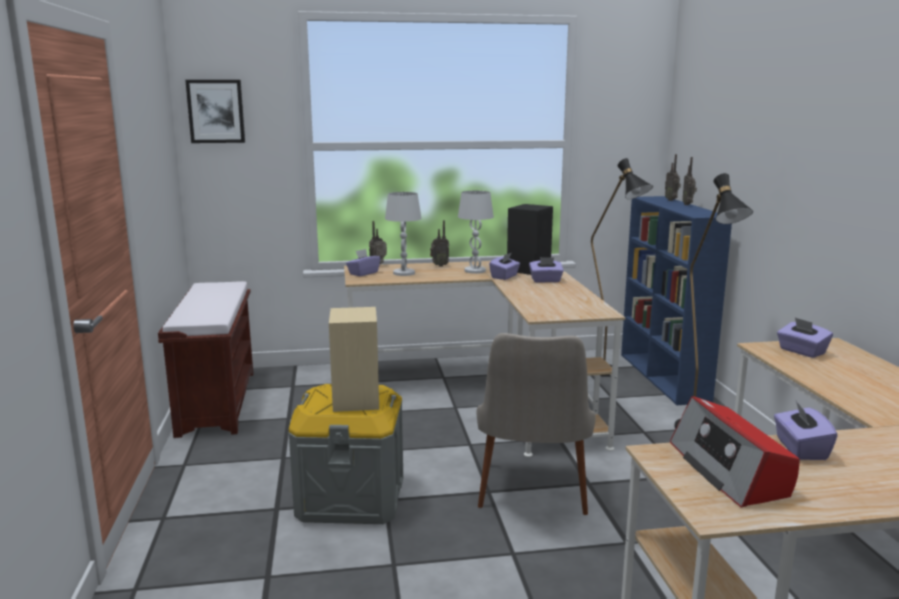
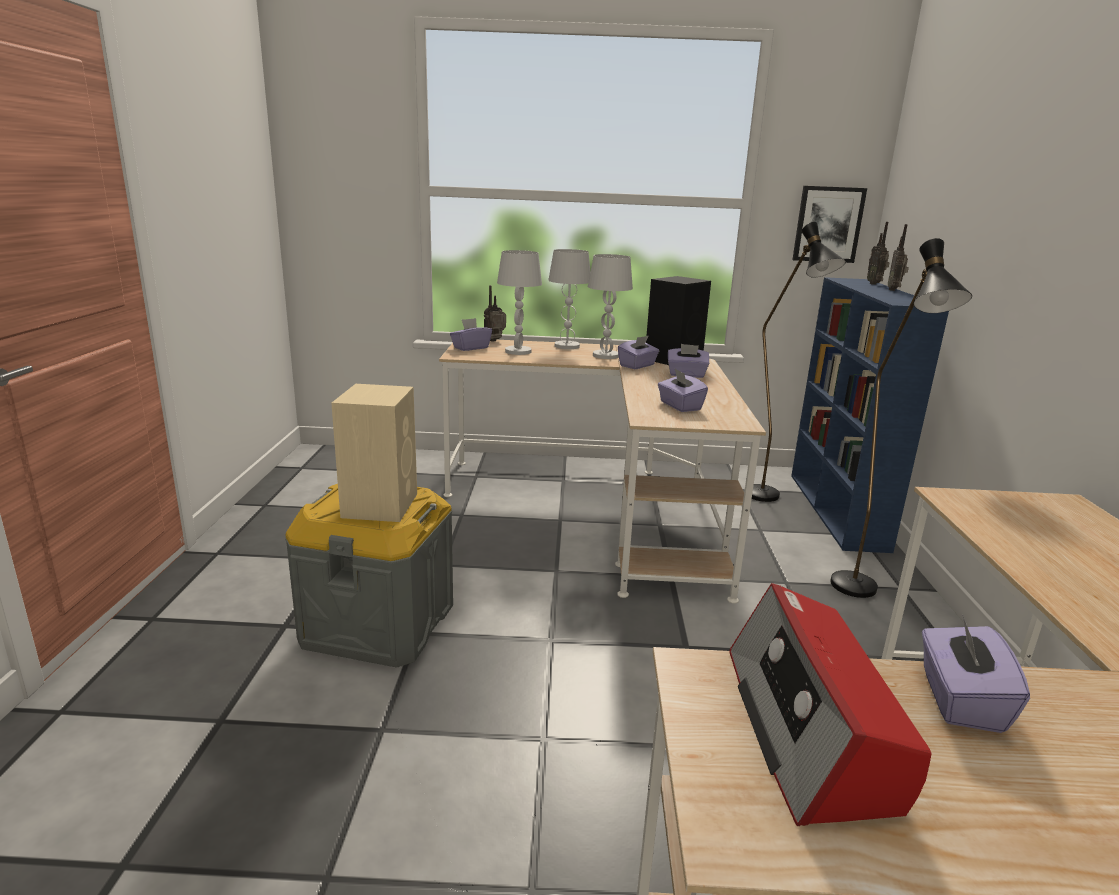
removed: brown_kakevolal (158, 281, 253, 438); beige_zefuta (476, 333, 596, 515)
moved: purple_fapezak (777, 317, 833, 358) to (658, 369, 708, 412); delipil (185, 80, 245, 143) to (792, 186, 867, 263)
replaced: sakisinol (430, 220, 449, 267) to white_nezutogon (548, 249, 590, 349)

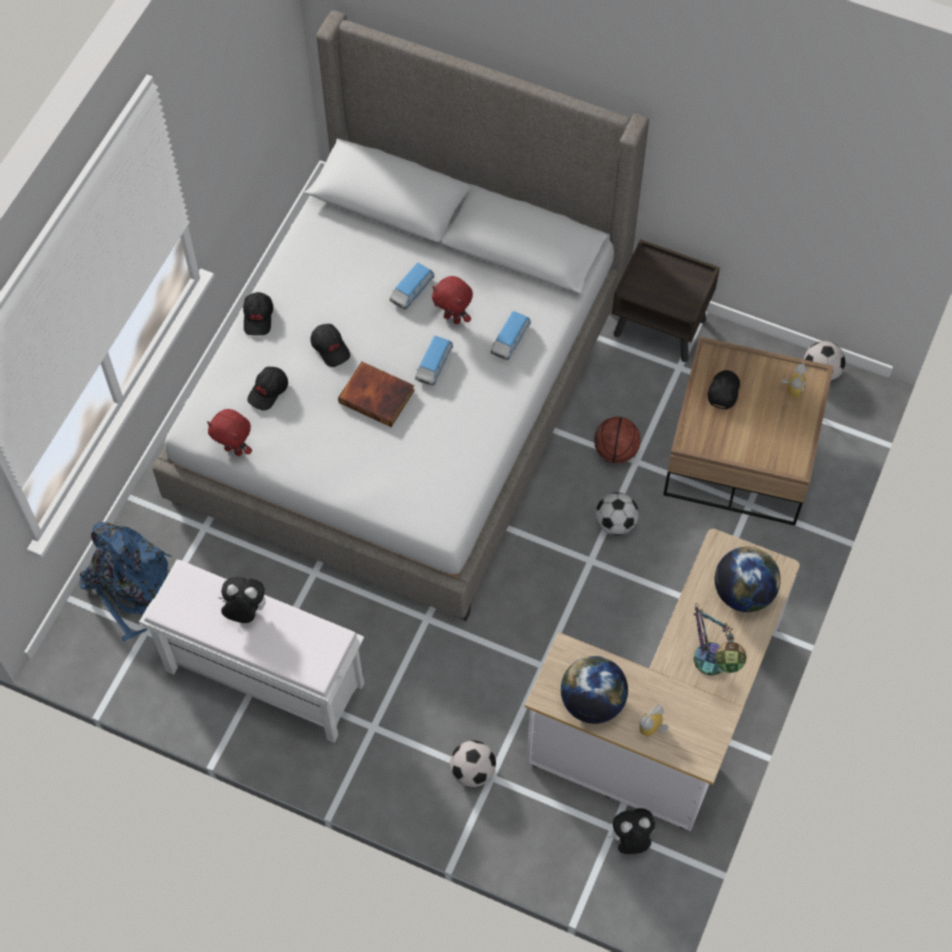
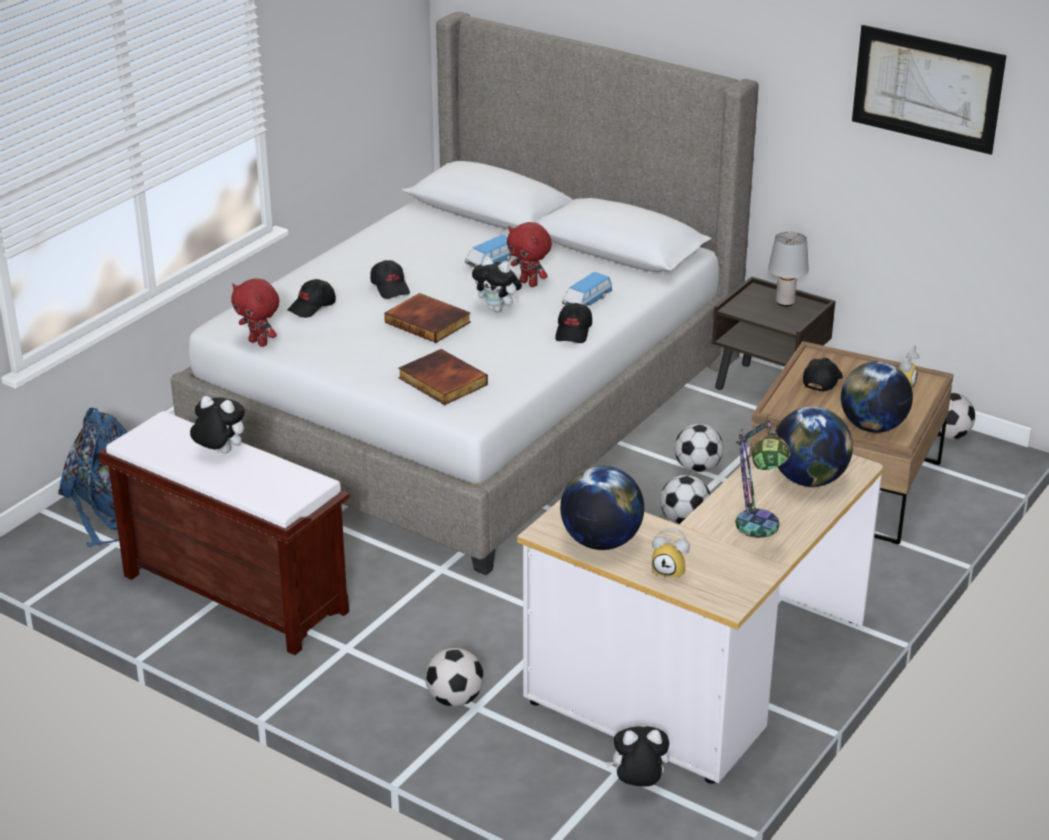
added: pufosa (398, 349, 488, 405); grey_nezutogon (768, 231, 809, 307); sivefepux (841, 361, 913, 433); delipil (852, 25, 1006, 155)
moved: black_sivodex (243, 292, 273, 336) to (555, 303, 592, 343)
replaced: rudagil (415, 336, 453, 385) to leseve (472, 257, 522, 312); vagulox (594, 417, 641, 463) to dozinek (675, 424, 723, 472)
recoloured: white_kakevolal (139, 559, 364, 743) to brown_kakevolal (98, 411, 350, 655)
turned: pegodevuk (639, 704, 669, 738) = (652, 528, 690, 579) 120 degrees counterclockwise

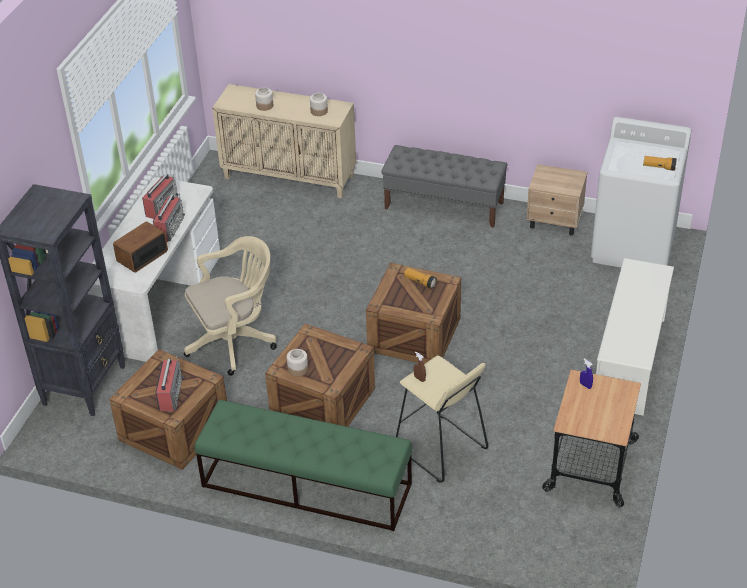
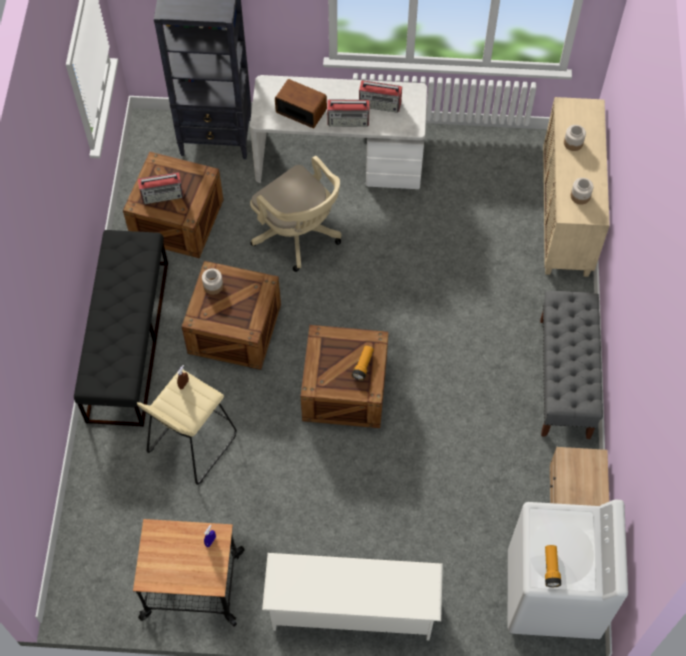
recoloured: green_kakevolal (195, 400, 413, 531) to black_kakevolal (74, 230, 168, 427)

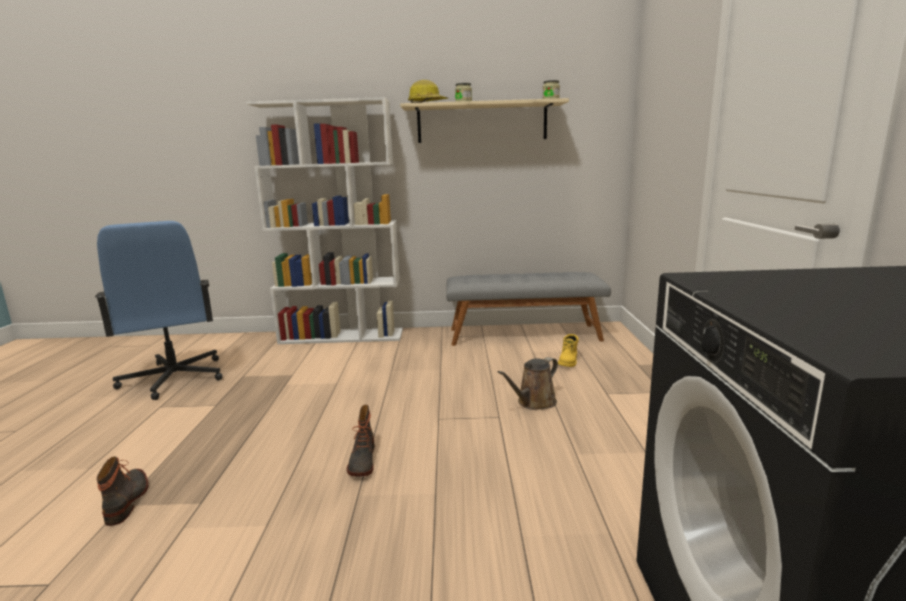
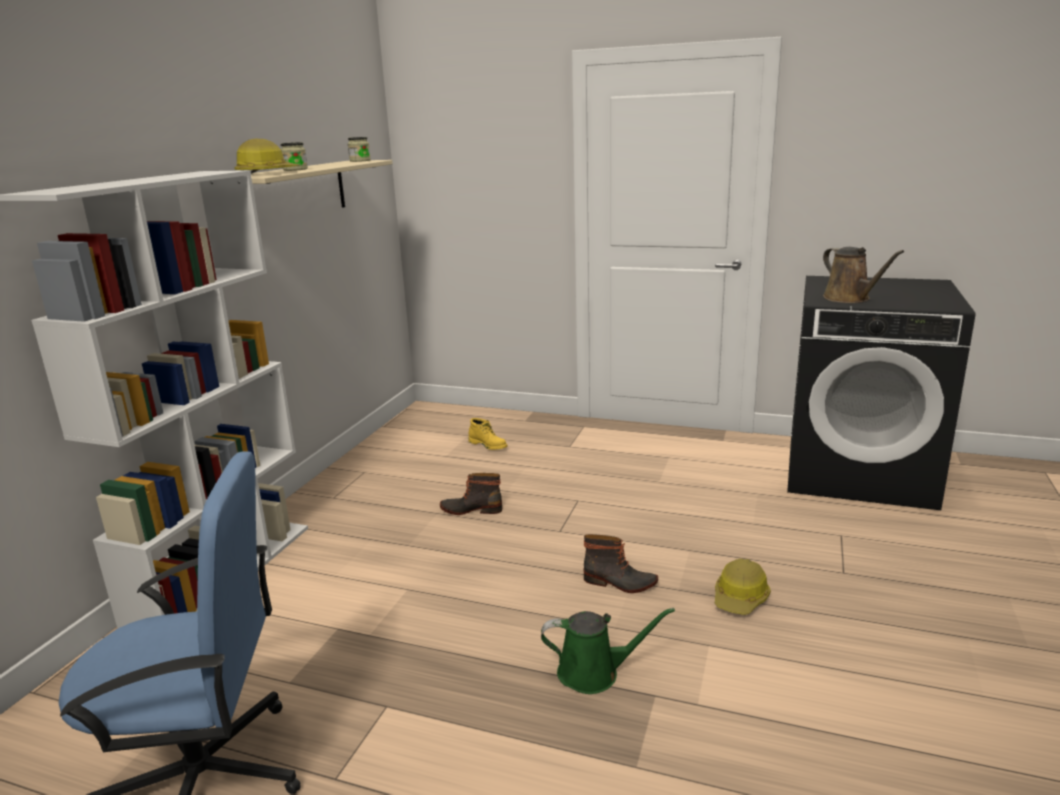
removed: grey_kakevolal (446, 272, 611, 346)
added: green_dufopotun (541, 608, 675, 694); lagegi (715, 558, 771, 615)
moved: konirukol (97, 456, 149, 526) to (440, 473, 502, 515); brown_dufopotun (498, 357, 558, 410) to (823, 247, 904, 303)

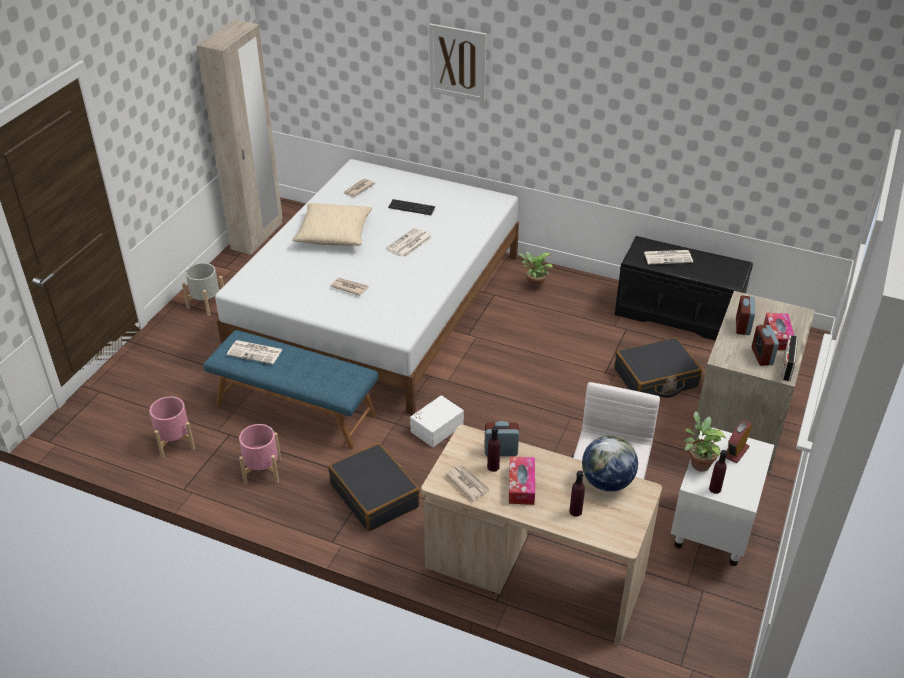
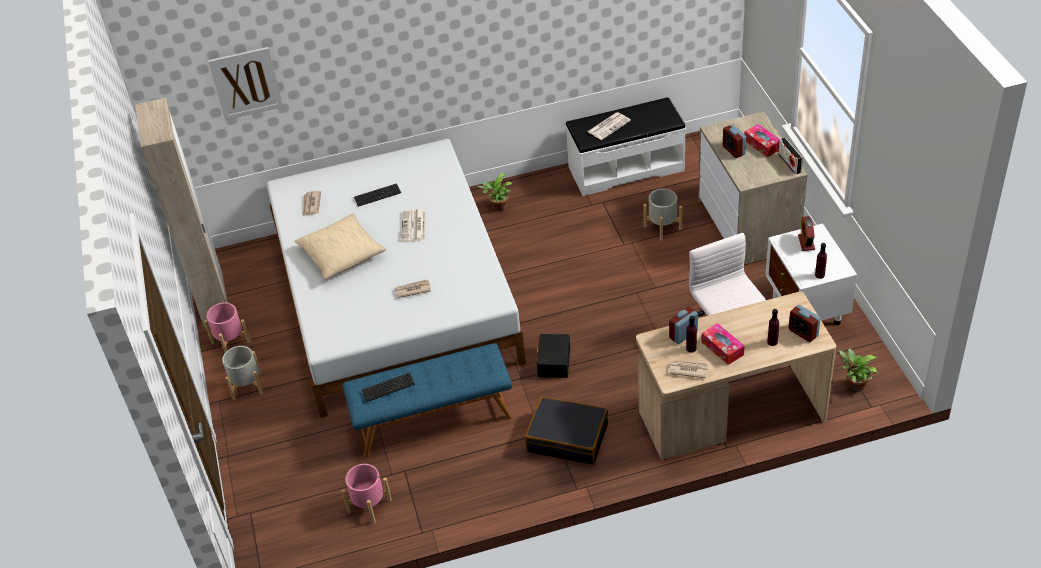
removed: sivefepux (582, 435, 638, 492)
moved: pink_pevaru (239, 424, 281, 485) to (204, 302, 251, 352); delipil (429, 24, 487, 102) to (208, 47, 283, 120); pegodevuk (752, 325, 779, 366) to (789, 305, 821, 342); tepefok (684, 411, 726, 472) to (838, 349, 878, 392)
replaced: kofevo (227, 340, 283, 364) to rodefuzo (362, 372, 415, 402); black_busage (615, 337, 702, 398) to grey_pevaru (643, 189, 682, 241)
recoloured: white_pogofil (410, 395, 464, 447) to black_pogofil (536, 334, 570, 378); black_kakevolal (615, 236, 753, 341) to white_kakevolal (565, 97, 686, 196)

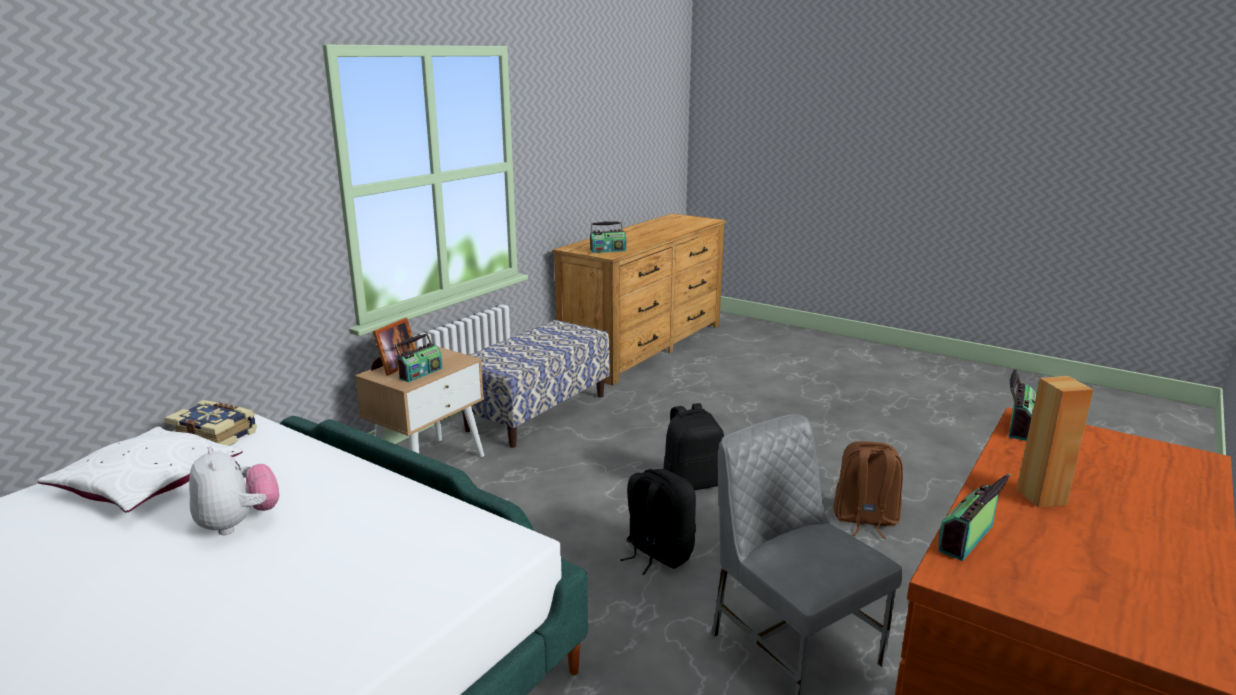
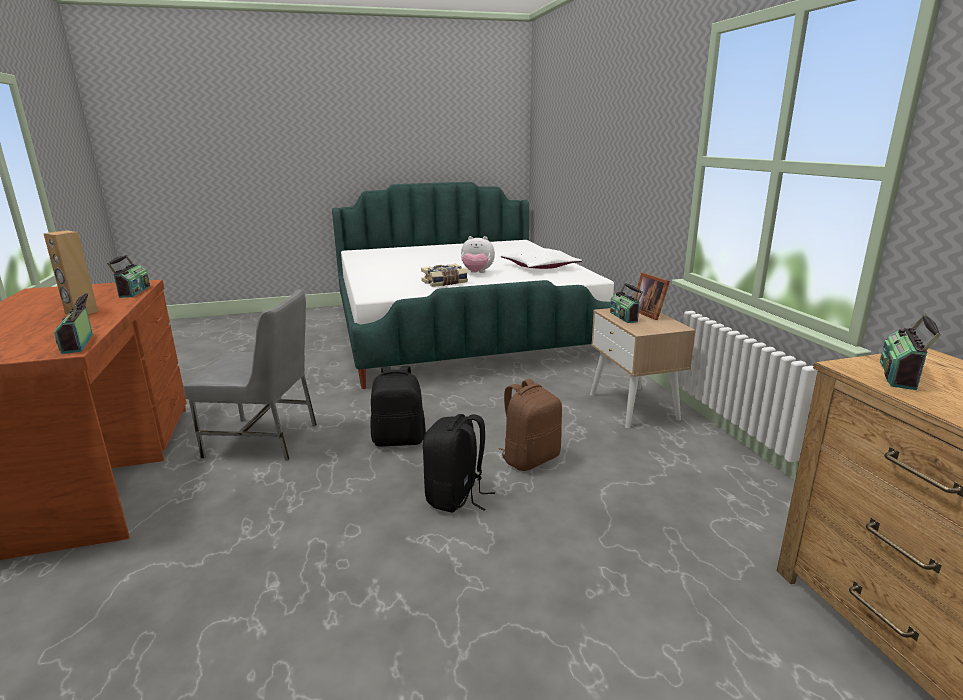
removed: kakevolal (461, 320, 610, 448)
moved: pufosa (164, 400, 257, 446) to (421, 264, 468, 287); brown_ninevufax (833, 441, 903, 539) to (499, 379, 562, 471)

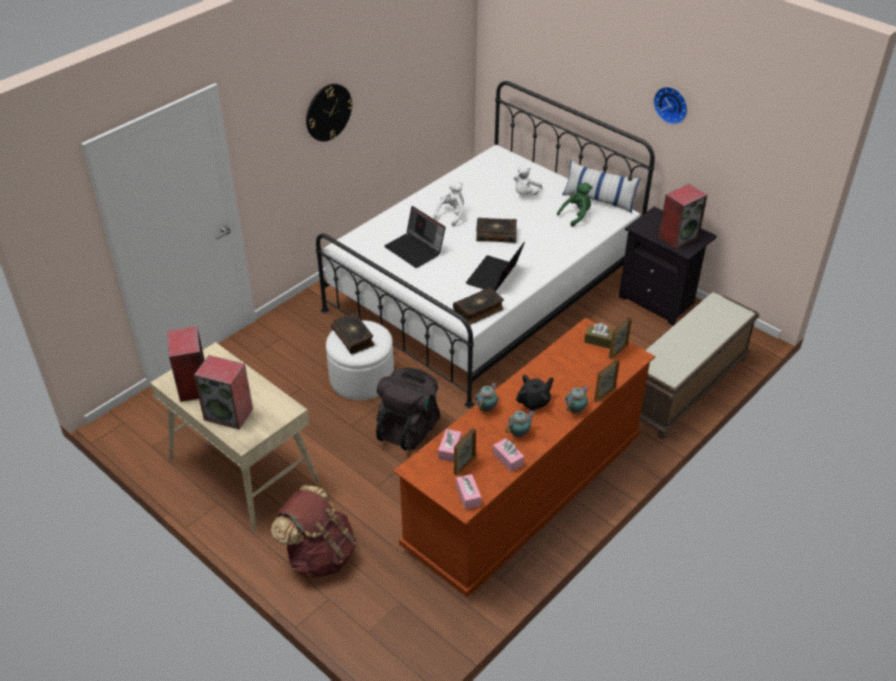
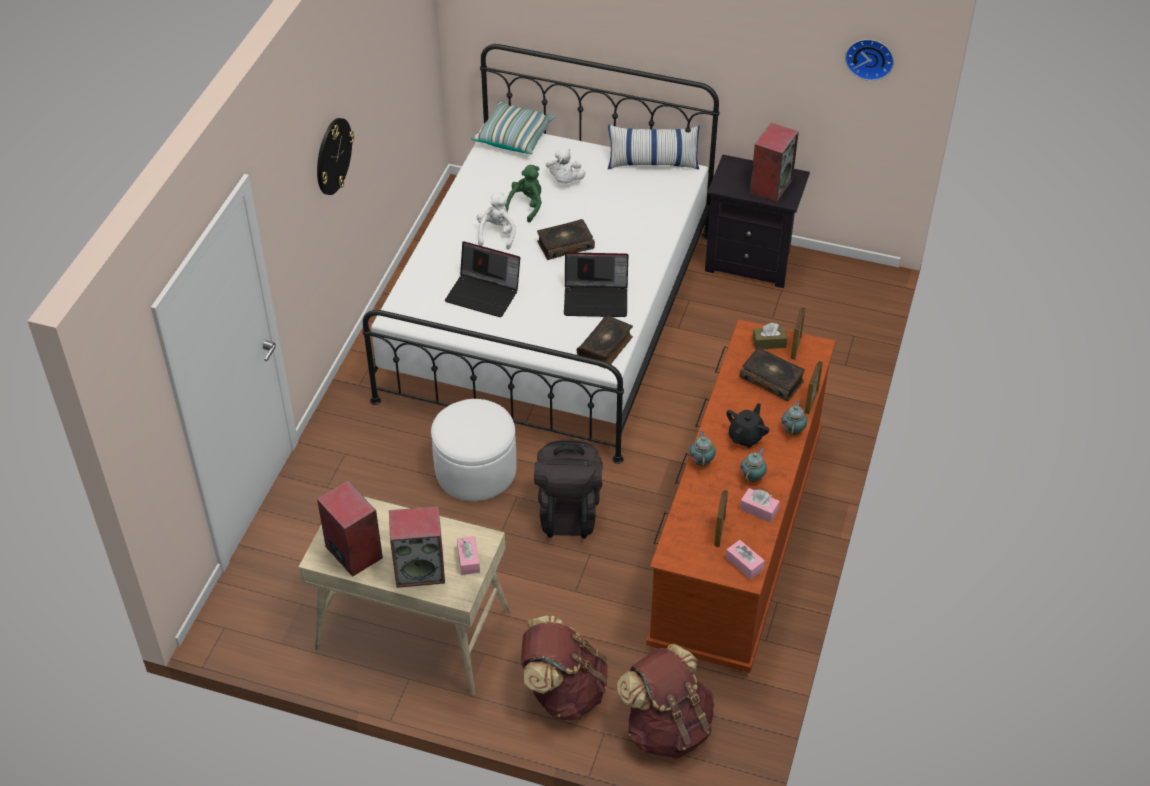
removed: brown_kakevolal (640, 292, 760, 439)
added: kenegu (471, 101, 556, 154); brown_ninevufax (617, 643, 714, 759)
moved: pink_fapezak (438, 429, 462, 462) to (457, 536, 480, 575); green_leseve (557, 182, 593, 227) to (505, 165, 542, 223); pufosa (331, 312, 375, 355) to (740, 348, 805, 401); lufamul (653, 87, 688, 125) to (845, 39, 894, 81)
turned: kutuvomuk (466, 242, 525, 292) = (564, 252, 628, 317) 90 degrees counterclockwise

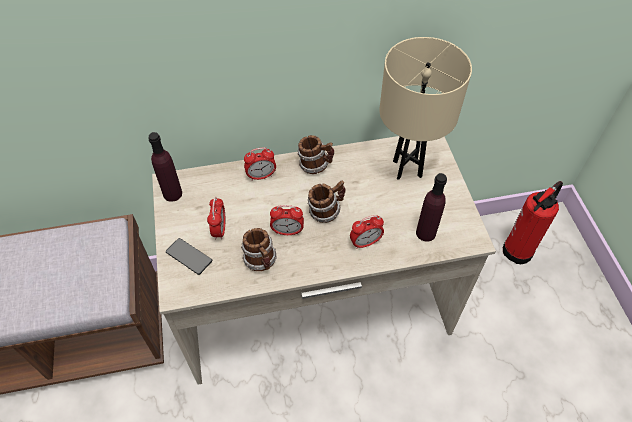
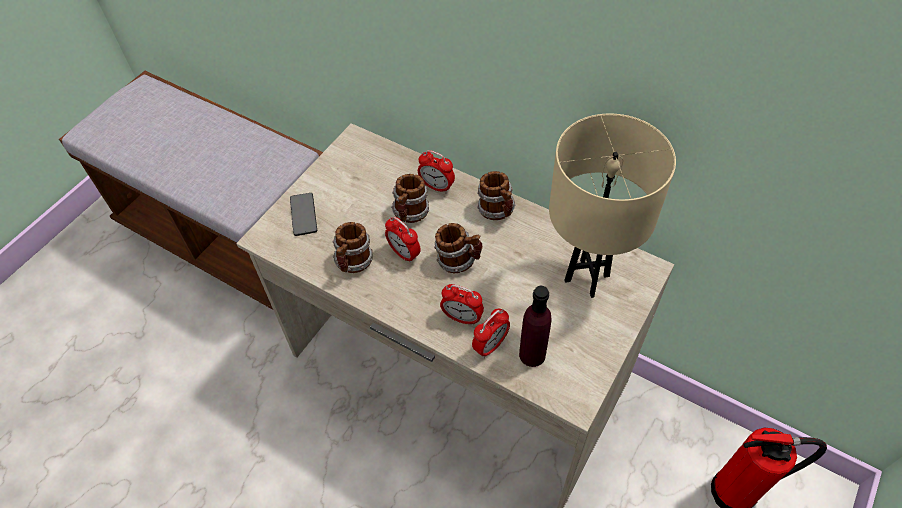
removed: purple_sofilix (148, 132, 182, 202)
added: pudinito (391, 174, 429, 223)
moved: pegodevuk (207, 197, 225, 239) to (472, 309, 510, 358)

